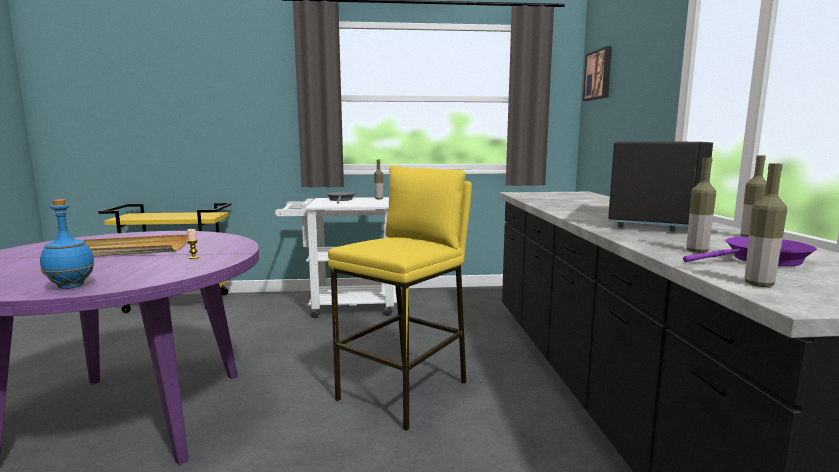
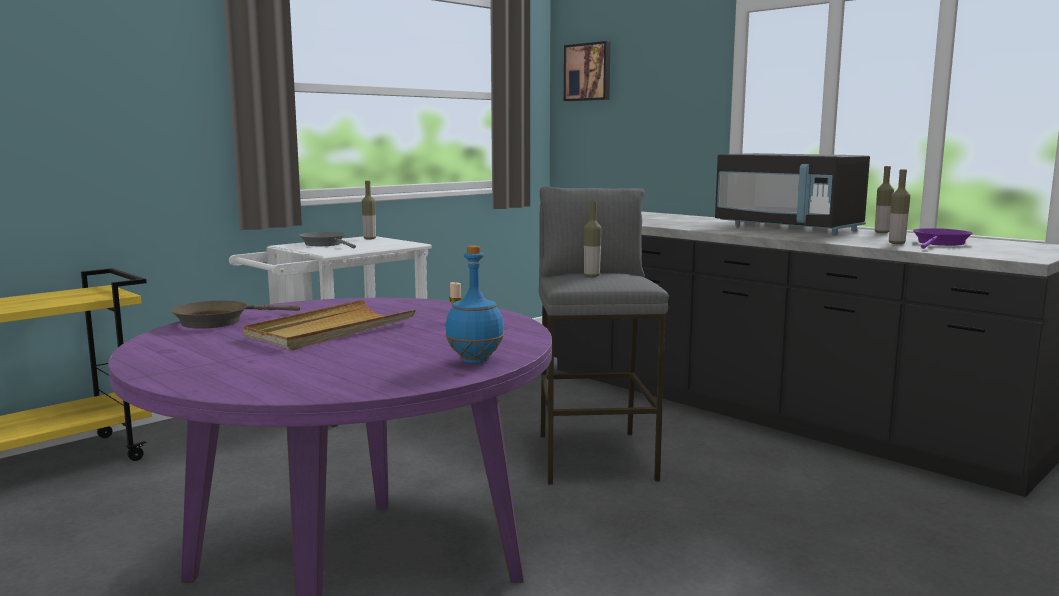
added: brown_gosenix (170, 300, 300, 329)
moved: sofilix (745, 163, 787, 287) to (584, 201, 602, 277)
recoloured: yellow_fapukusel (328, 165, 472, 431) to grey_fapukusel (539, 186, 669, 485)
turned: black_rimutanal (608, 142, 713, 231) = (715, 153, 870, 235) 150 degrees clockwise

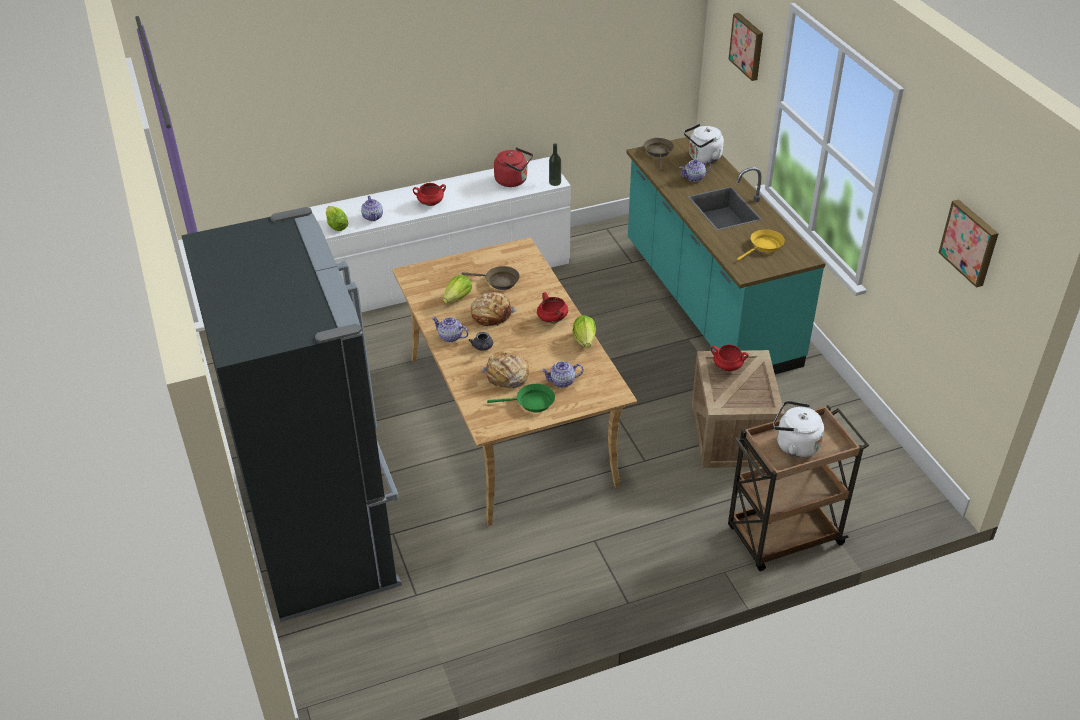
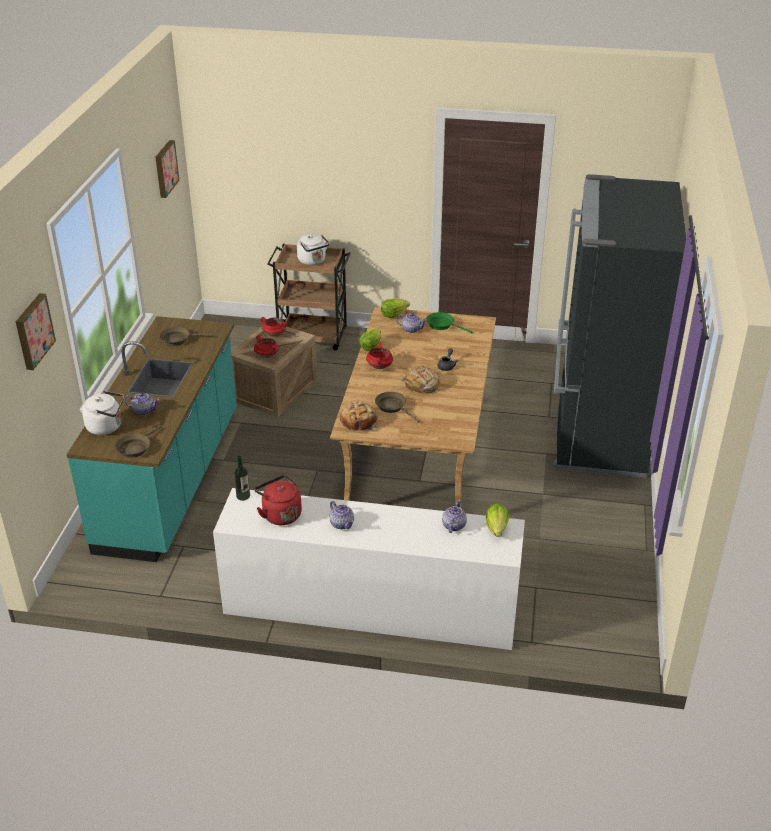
moved: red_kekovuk (413, 183, 446, 206) to (260, 317, 287, 337); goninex (432, 317, 469, 342) to (329, 501, 354, 530); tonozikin (482, 353, 529, 388) to (340, 401, 378, 431); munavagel (443, 275, 472, 304) to (381, 298, 410, 318)
recoloured: yellow_gosenix (737, 229, 785, 261) to brown_gosenix (160, 327, 213, 346)

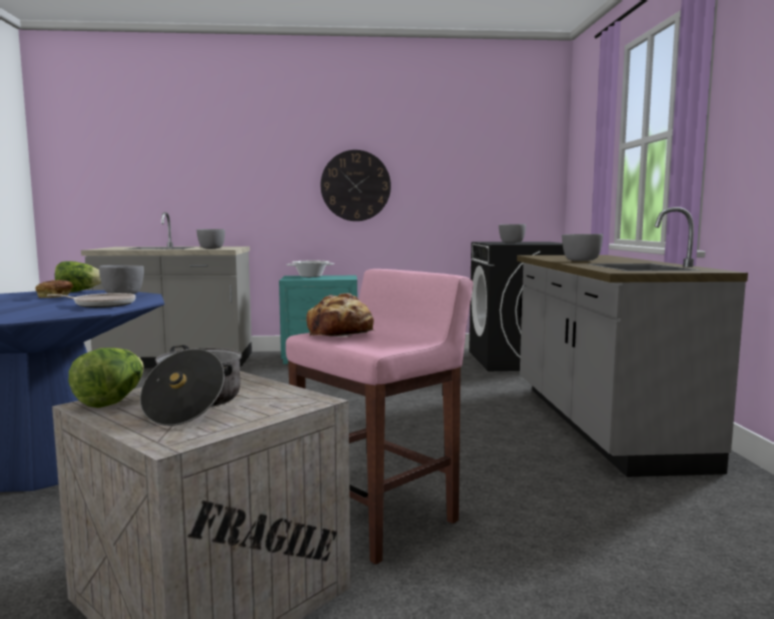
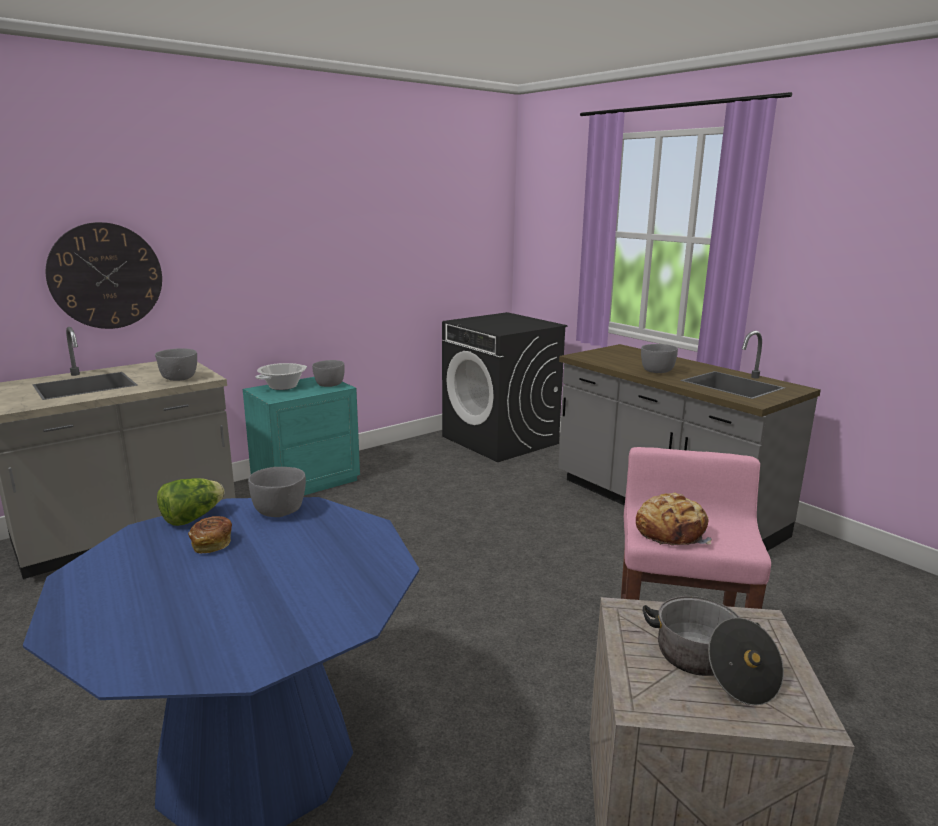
removed: gosenix (47, 293, 136, 308); munavagel (69, 348, 144, 408)
moved: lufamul (321, 150, 391, 221) to (46, 222, 162, 329); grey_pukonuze (499, 224, 526, 243) to (312, 360, 345, 387)

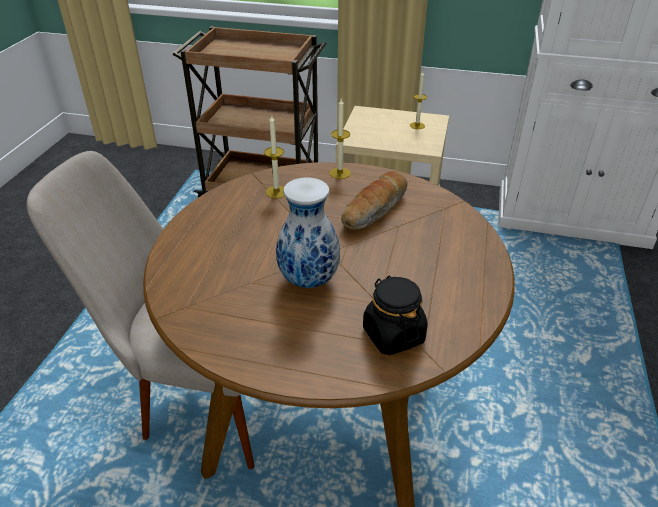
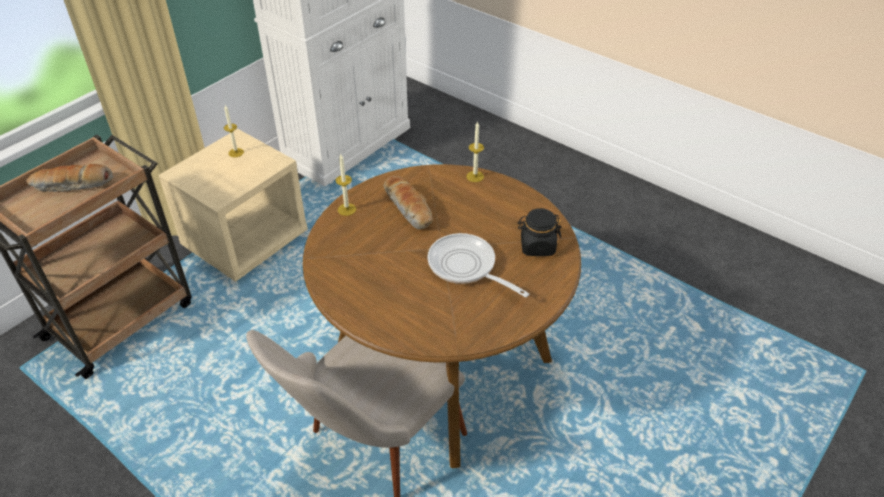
added: tonozikin (26, 164, 113, 192)
moved: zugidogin (264, 115, 285, 199) to (466, 122, 484, 182)
replaced: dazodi (276, 178, 340, 288) to gosenix (427, 233, 529, 297)

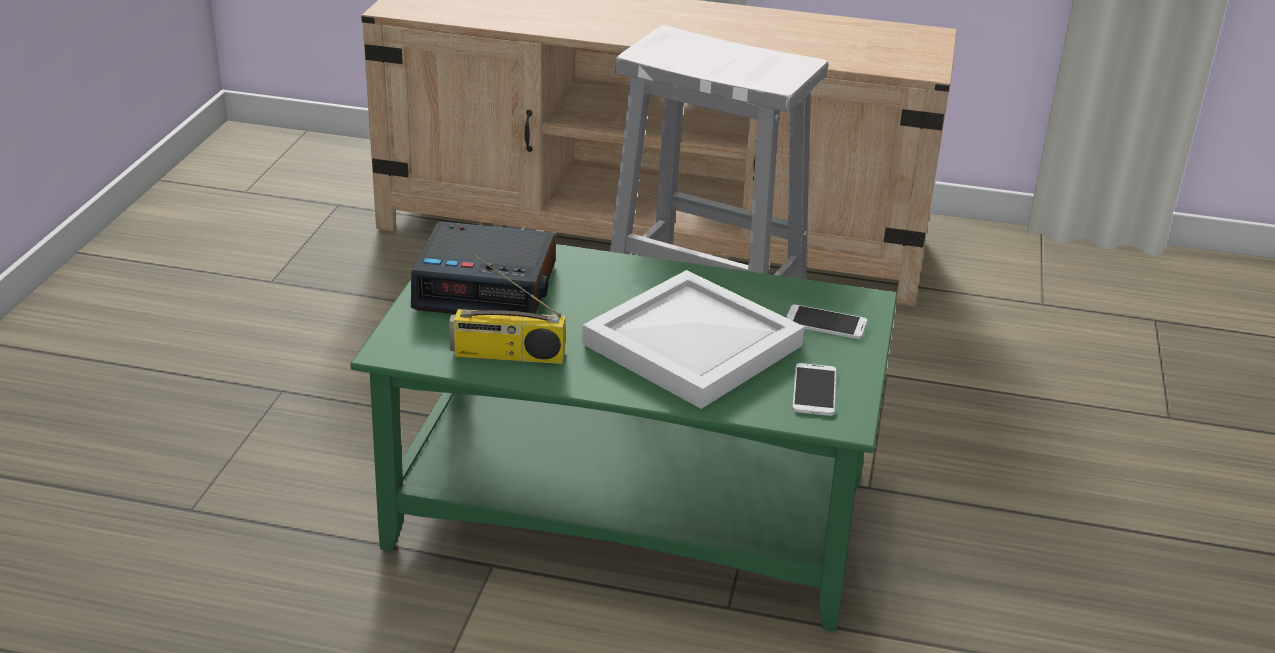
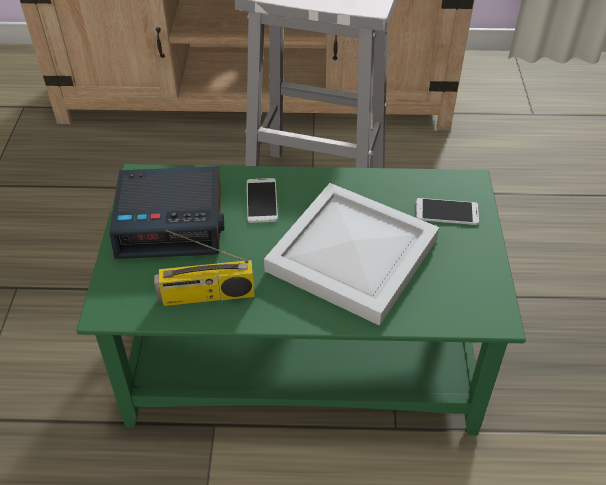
moved: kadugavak (792, 363, 836, 416) to (247, 178, 278, 223)

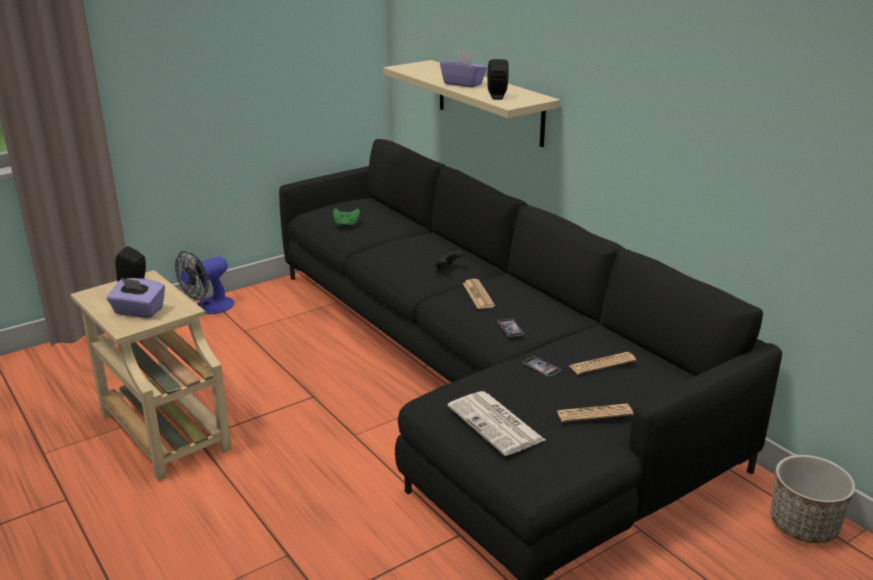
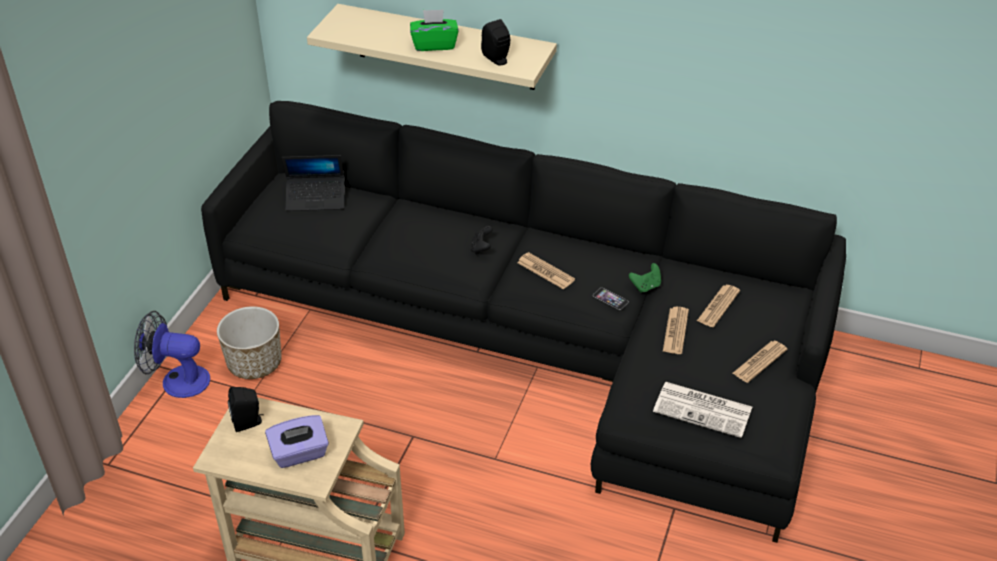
added: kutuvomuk (281, 155, 344, 211)
moved: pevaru (771, 455, 855, 543) to (217, 306, 282, 379); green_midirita (333, 208, 360, 226) to (629, 263, 661, 293)
replaced: kadugavak (523, 356, 561, 376) to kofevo (663, 307, 689, 354)
recoloured: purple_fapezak (440, 50, 487, 87) to green_fapezak (410, 9, 459, 51)
turned: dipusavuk (175, 251, 234, 314) = (134, 311, 210, 398) 90 degrees clockwise

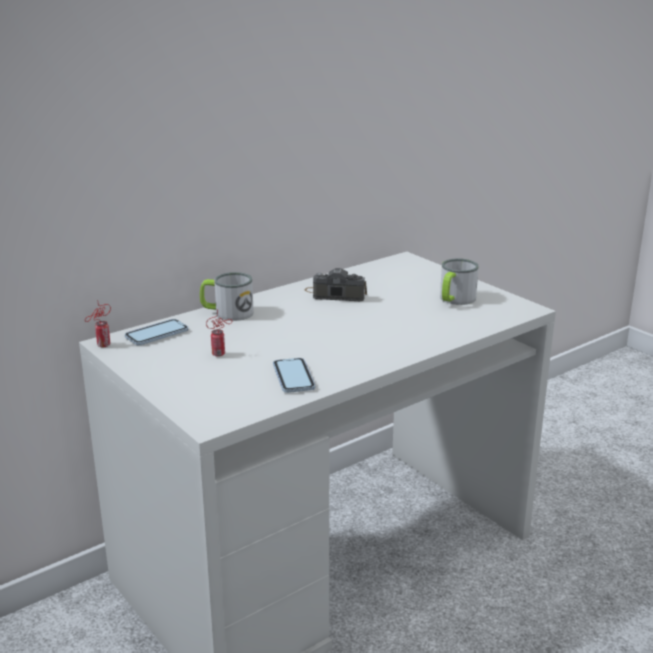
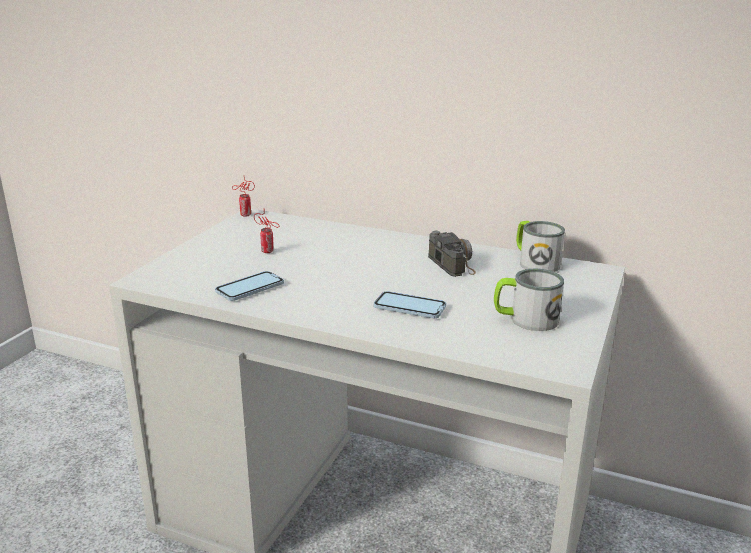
moved: kadugavak (125, 319, 188, 345) to (374, 291, 446, 318); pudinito (200, 272, 254, 321) to (516, 221, 565, 272)

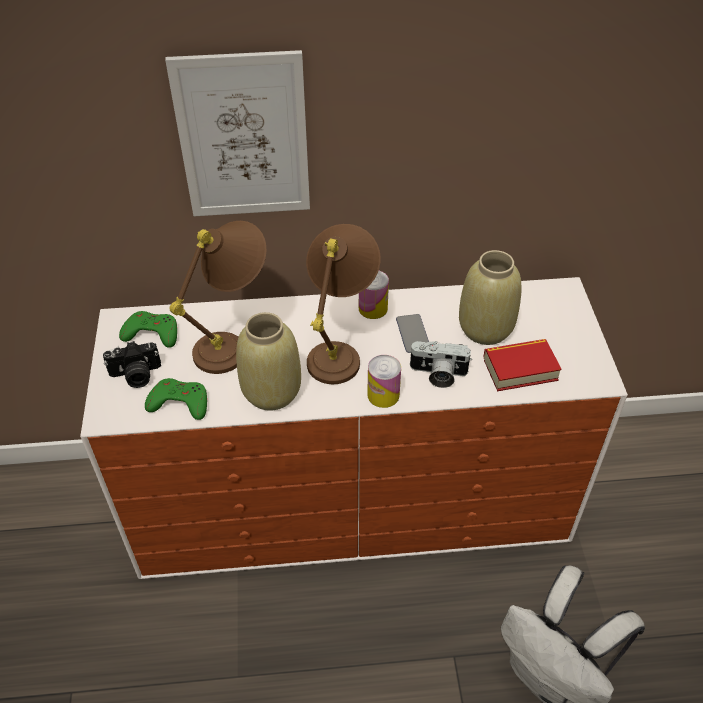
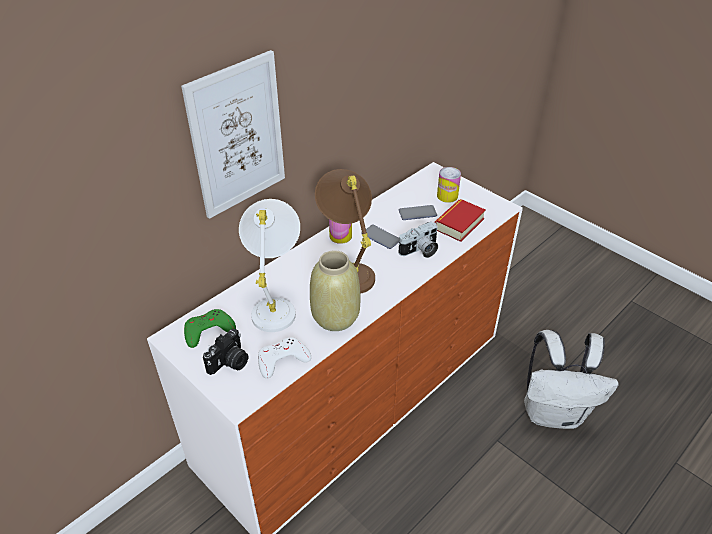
moved: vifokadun (367, 355, 401, 408) to (437, 167, 461, 203)
replaced: beige_dazodi (459, 250, 521, 345) to kadugavak (399, 205, 437, 220)
recoloured: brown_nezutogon (170, 221, 267, 374) to white_nezutogon (239, 199, 300, 332); green_midirita (145, 378, 207, 420) to white_midirita (258, 337, 311, 379)

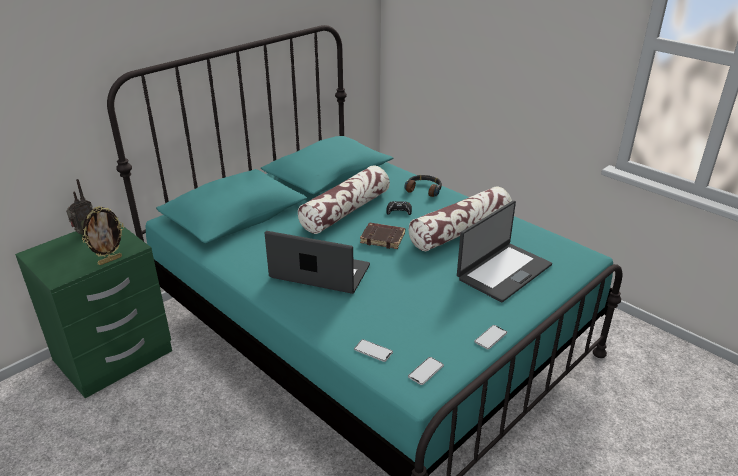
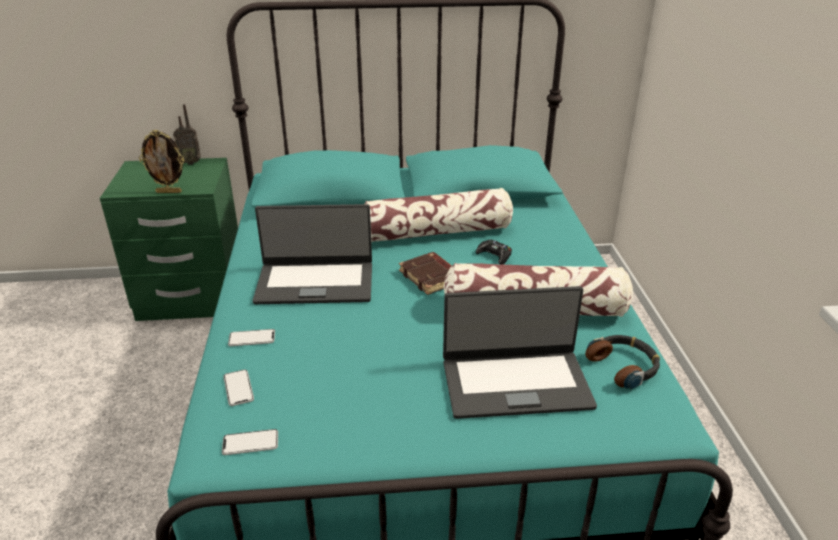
moved: kadugavak (474, 325, 507, 349) to (228, 329, 275, 346); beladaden (404, 175, 442, 197) to (585, 335, 660, 389)
turned: kutuvomuk (265, 231, 370, 294) = (253, 204, 372, 304) 120 degrees clockwise

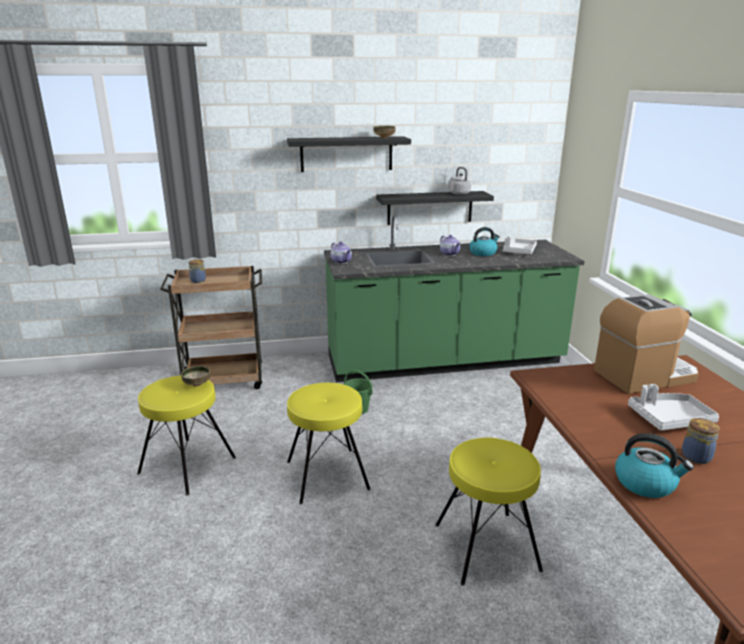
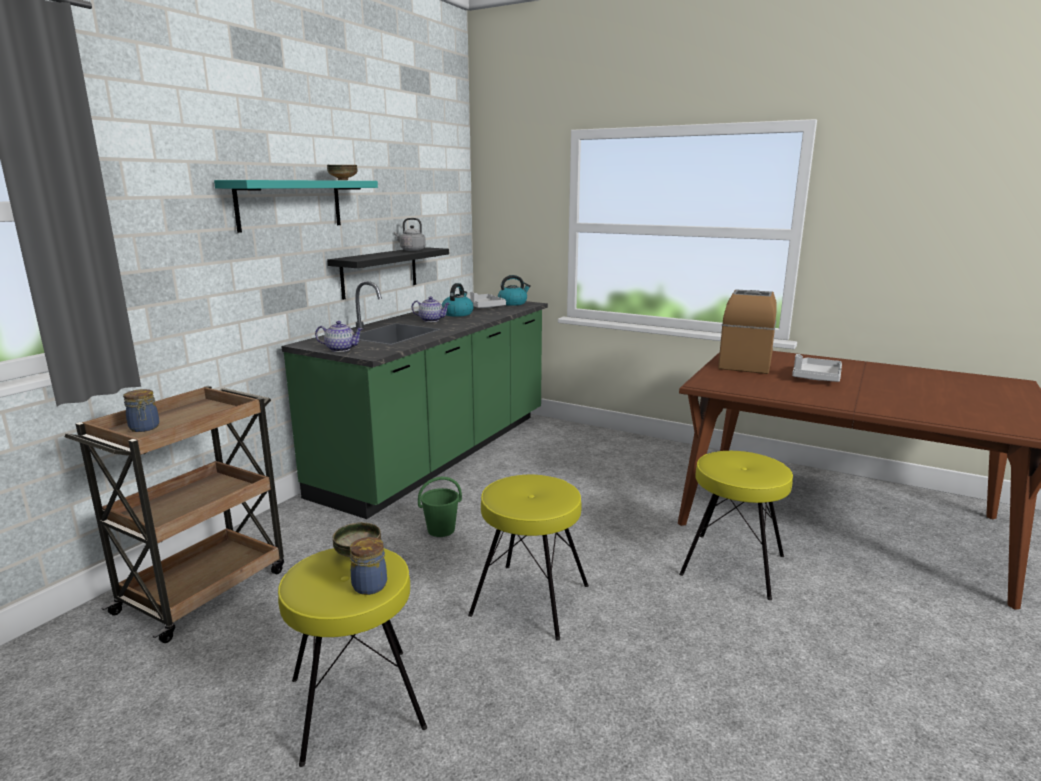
moved: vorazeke (682, 418, 720, 464) to (350, 537, 387, 595); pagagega (615, 433, 694, 498) to (498, 275, 531, 306)
recoloured: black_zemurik (287, 136, 411, 172) to turquoise_zemurik (214, 180, 378, 233)

